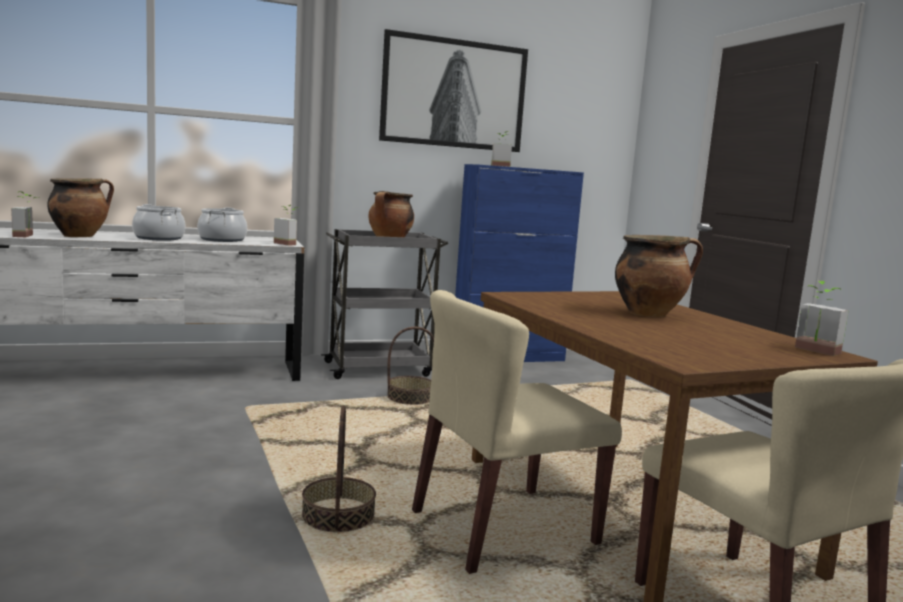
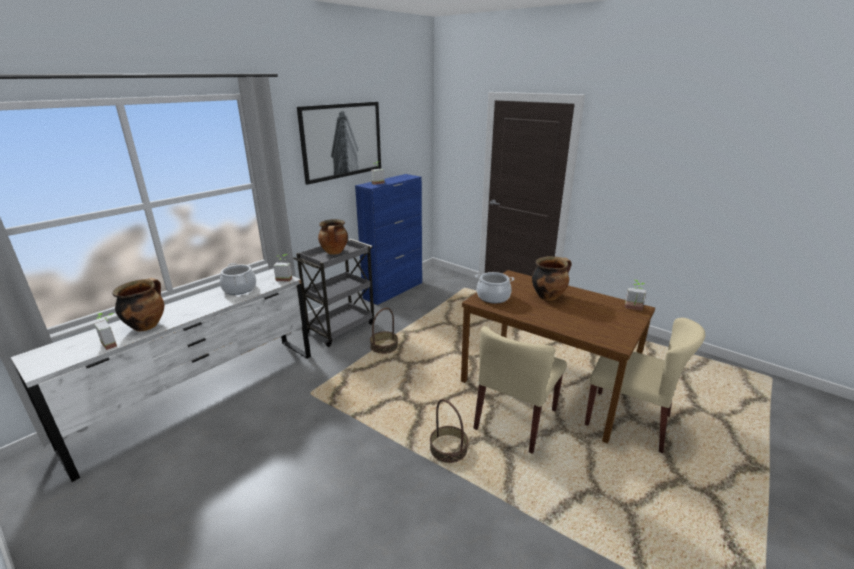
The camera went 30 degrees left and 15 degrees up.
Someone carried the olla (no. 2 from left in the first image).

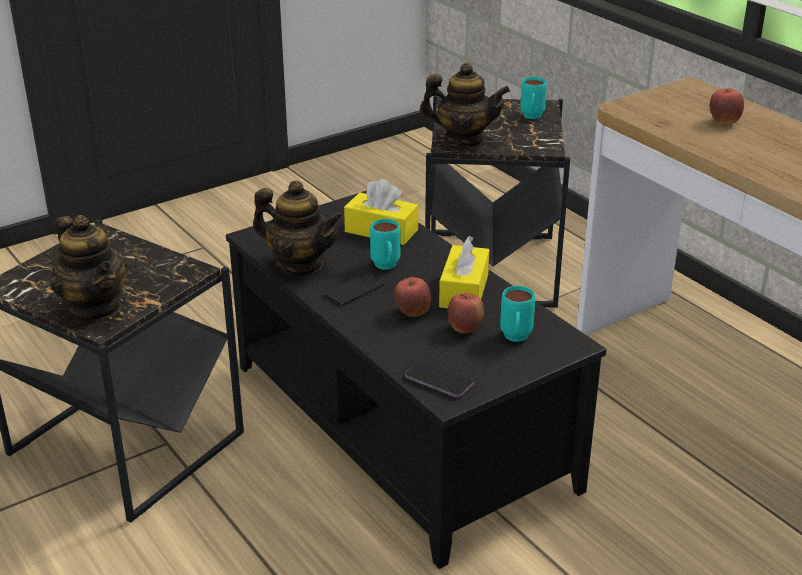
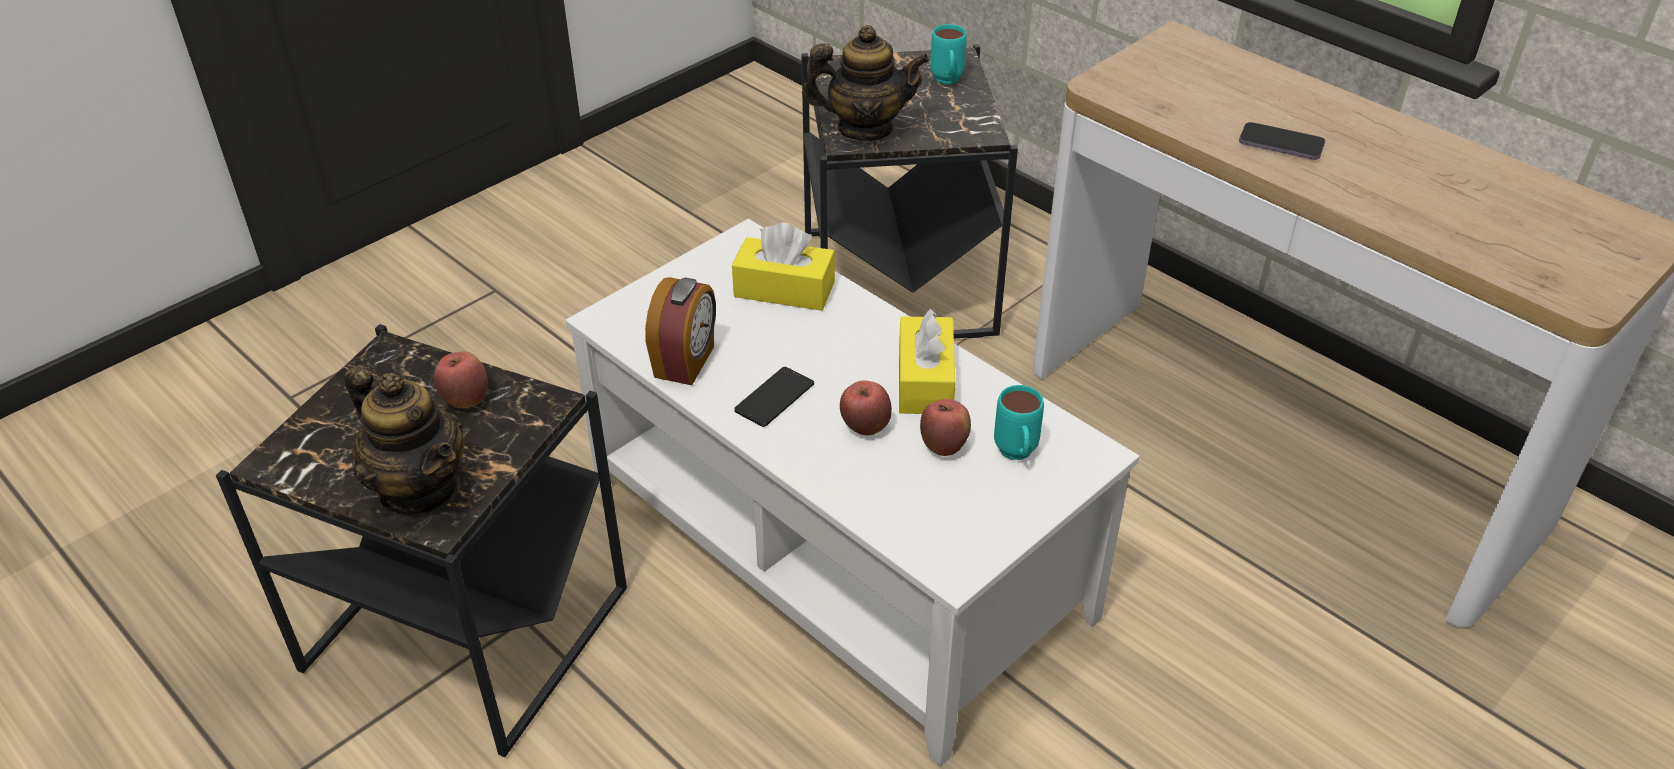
The camera went 10 degrees left and 10 degrees up.
Someone repainted the mesa de centro (negro), which became the mesa de centro (blanco).
Someone swapped the tetera (no. 2 from left) for the despertador.
Someone took away the taza grande (turquesa) (no. 1 from left).
Someone carried the móvil (no. 2 from left).
Someone carried the manzana (no. 3 from left in the first image).

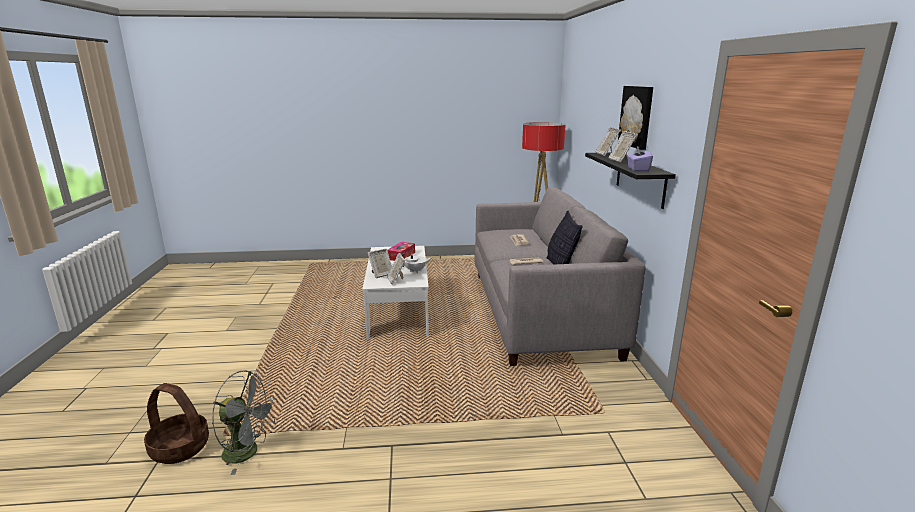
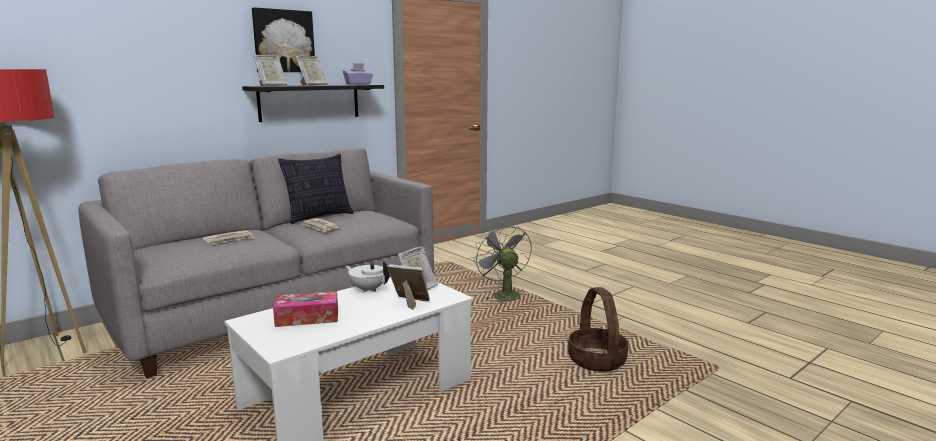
The camera went 125 degrees left and 5 degrees down.
Someone carried the cesta.
Someone carried the ventilador (gris).

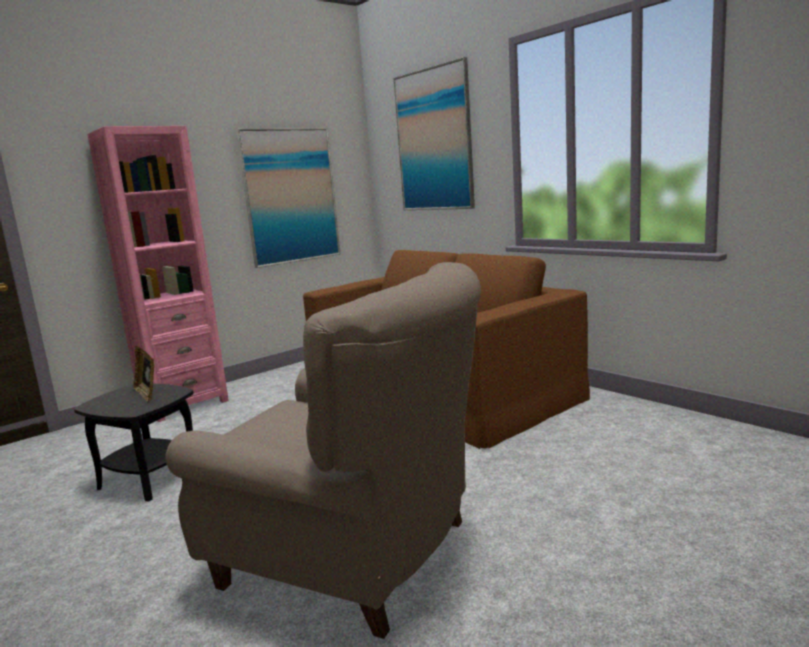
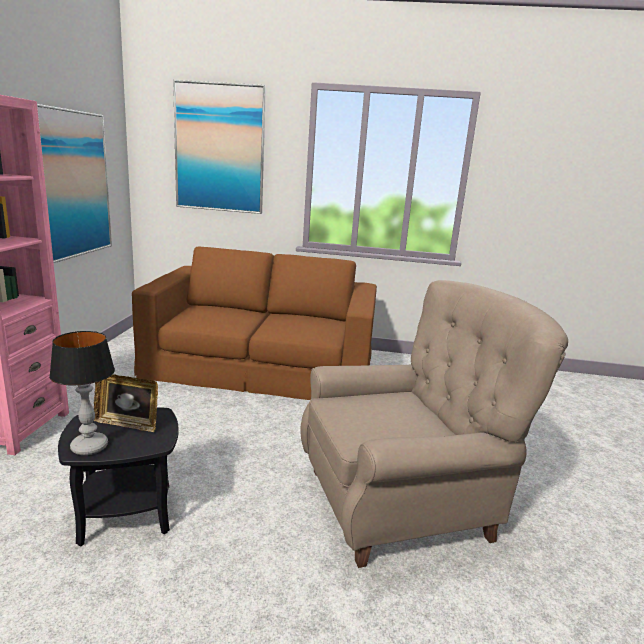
The camera went 45 degrees left and 5 degrees up.
Someone put down the lámpara de mesa.

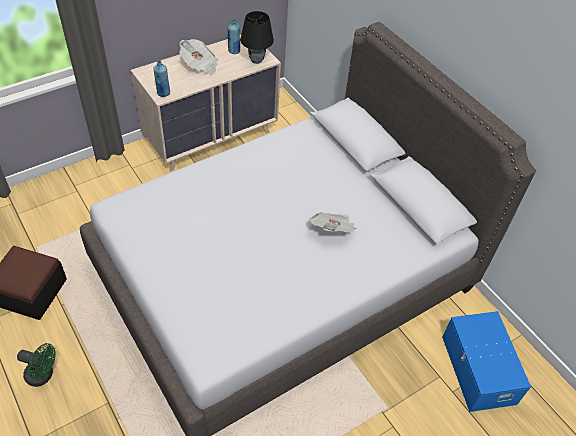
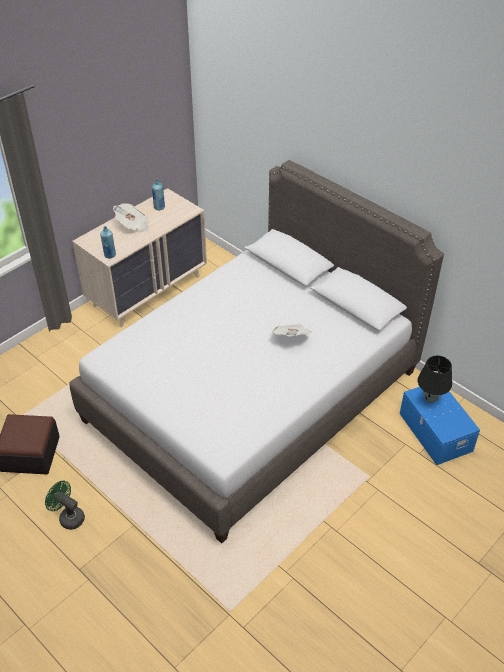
The camera went 10 degrees left and 5 degrees down.
Someone rotated the ventilador (verde) by 150 degrees counterclockwise.
Someone carried the lámpara de mesa (negro).

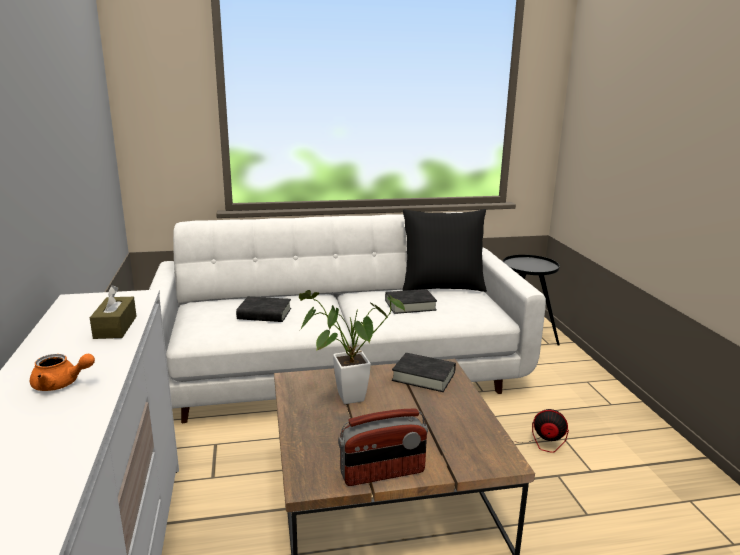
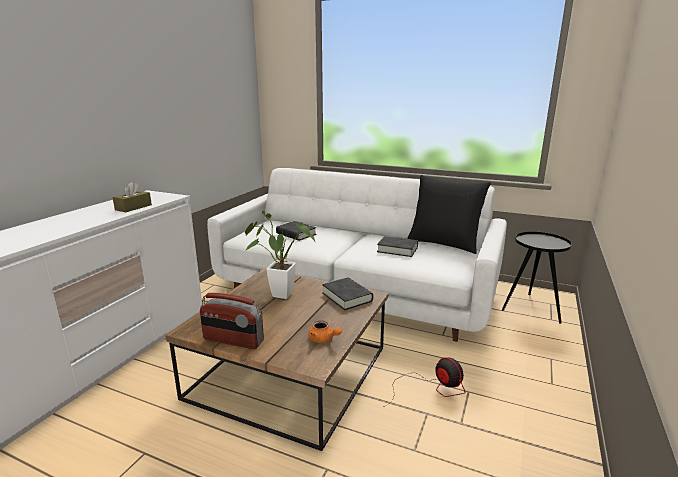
The camera went 35 degrees right and 0 degrees up.
Someone carried the tetera (naranja).

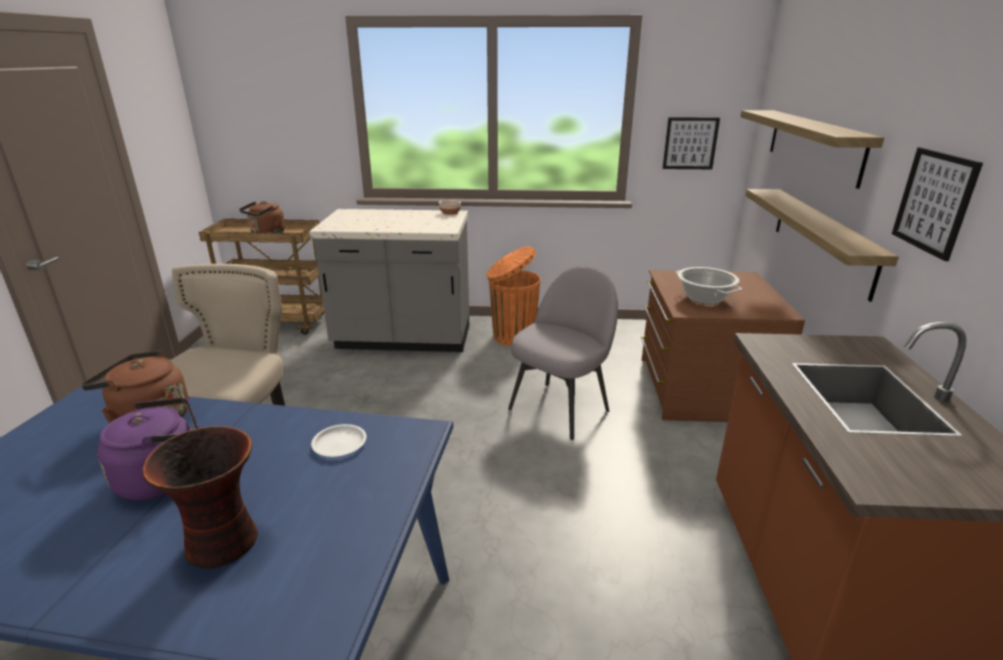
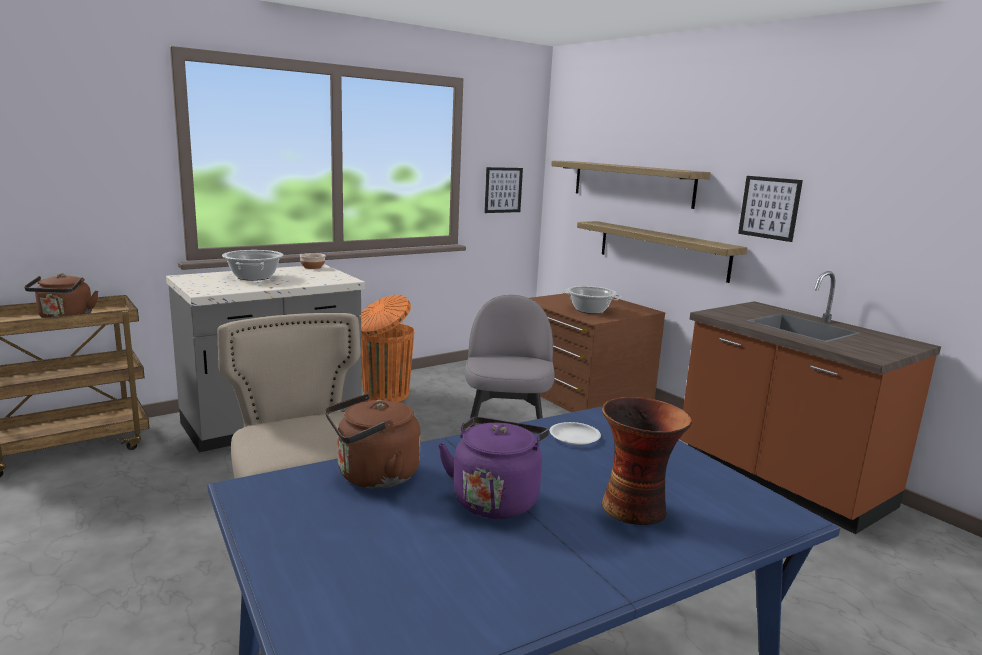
The camera went 40 degrees left and 10 degrees down.
Someone put down the olla (no. 1 from left).

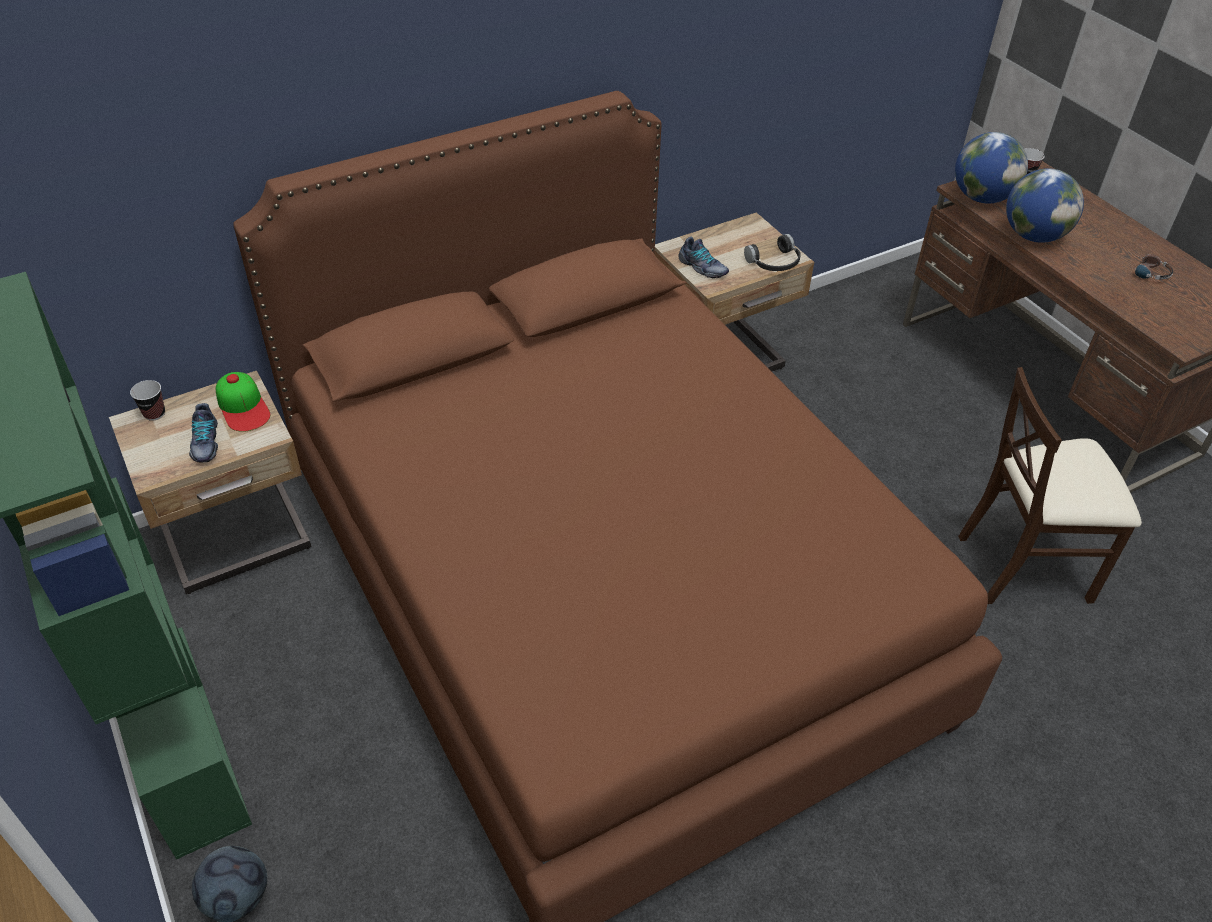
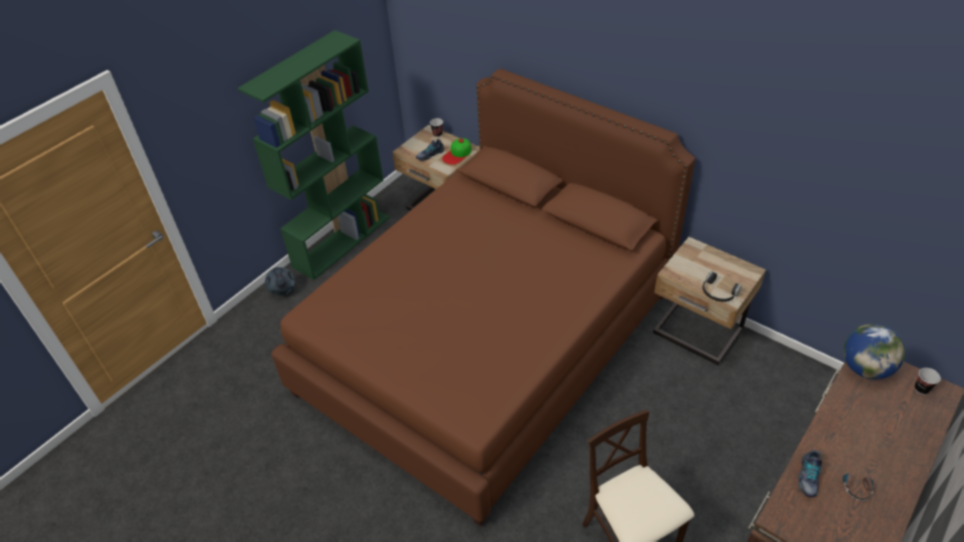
The camera went 70 degrees right and 0 degrees up.
Someone carried the zapato (no. 2 from left).
Someone took away the globo terráqueo (no. 2 from left).

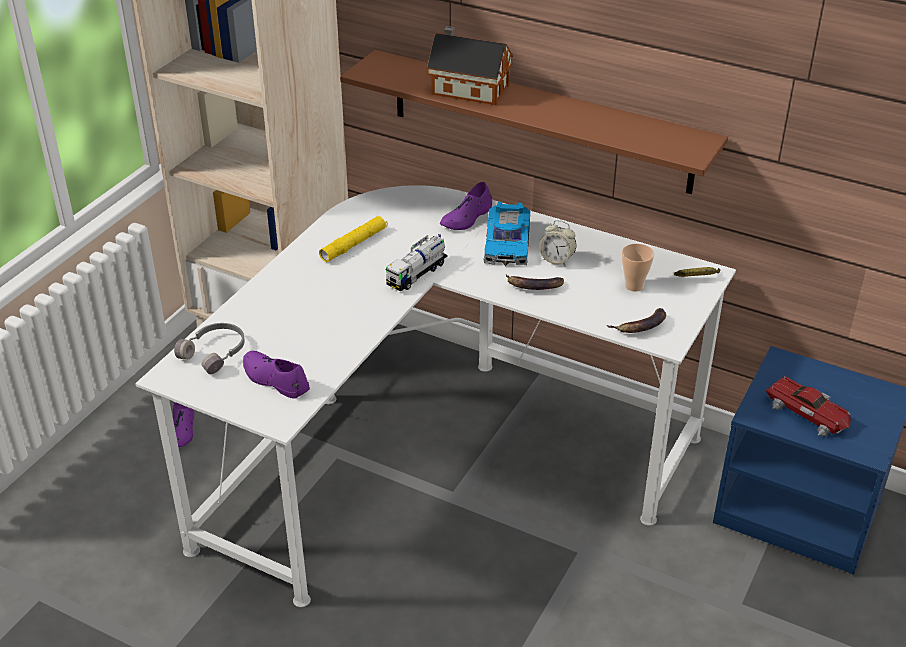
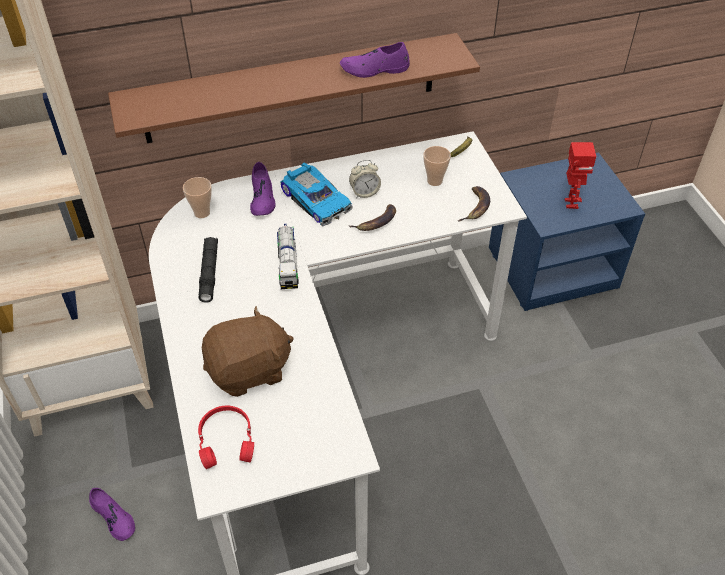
The camera went 45 degrees left and 10 degrees up.
Someone repainted the auriculares (gris), which became the auriculares (rojo).
Someone carried the zapato (morado) (no. 2 from left in the first image).
Someone repainted the linterna (amarillo), which became the linterna (negro).
Someone took away the casita.
Someone swapped the coche de juguete (no. 2 from left) for the robot de juguete.
Someone put down the taza (no. 1 from left).
Someone put down the peluche (marrón).

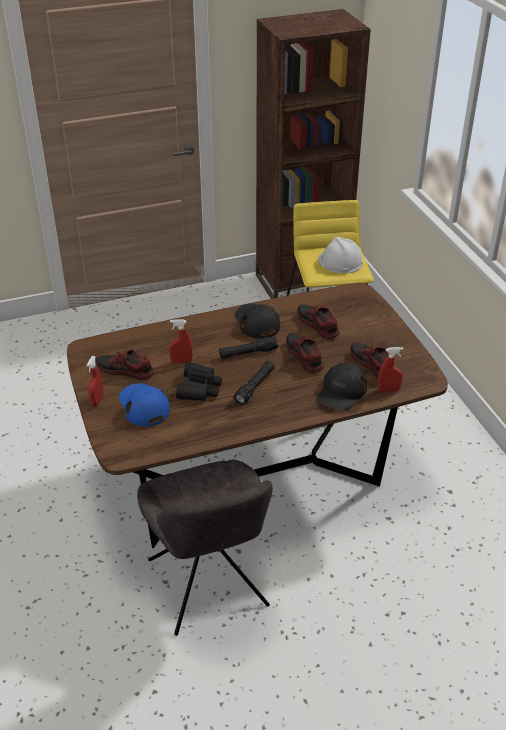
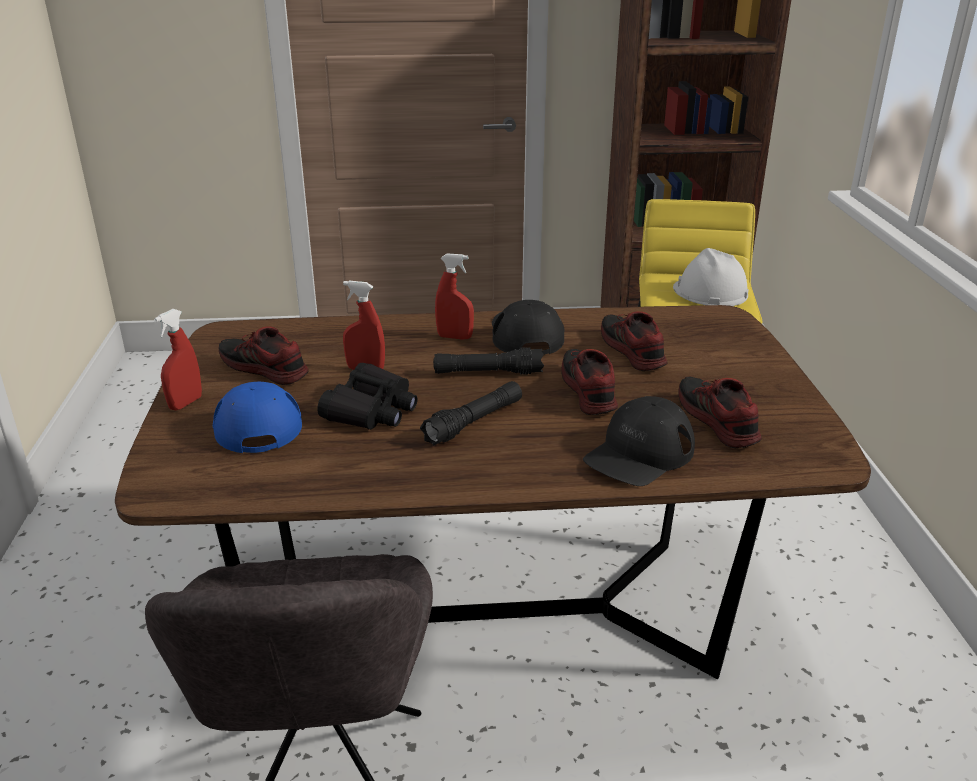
The camera went 15 degrees right and 10 degrees down.
Someone carried the pulverizador (rojo) (no. 3 from left).

